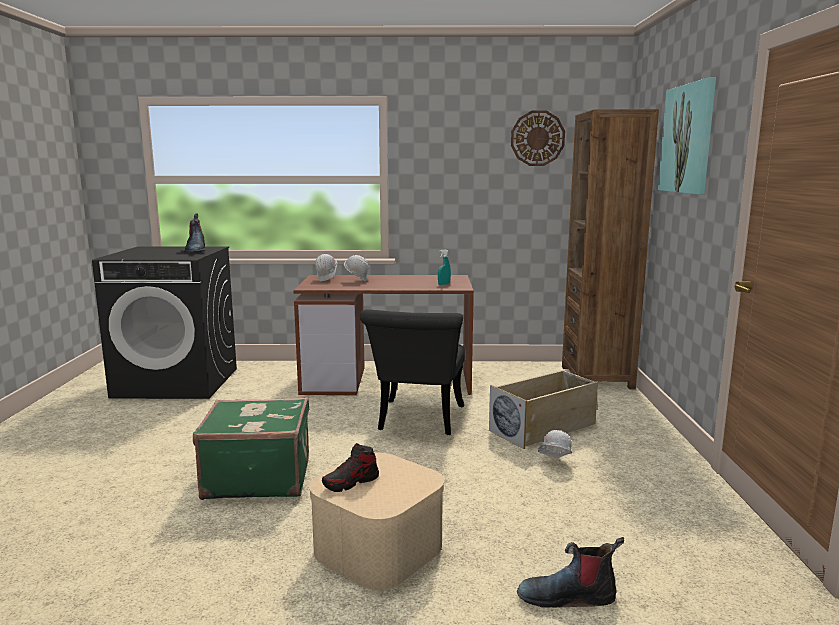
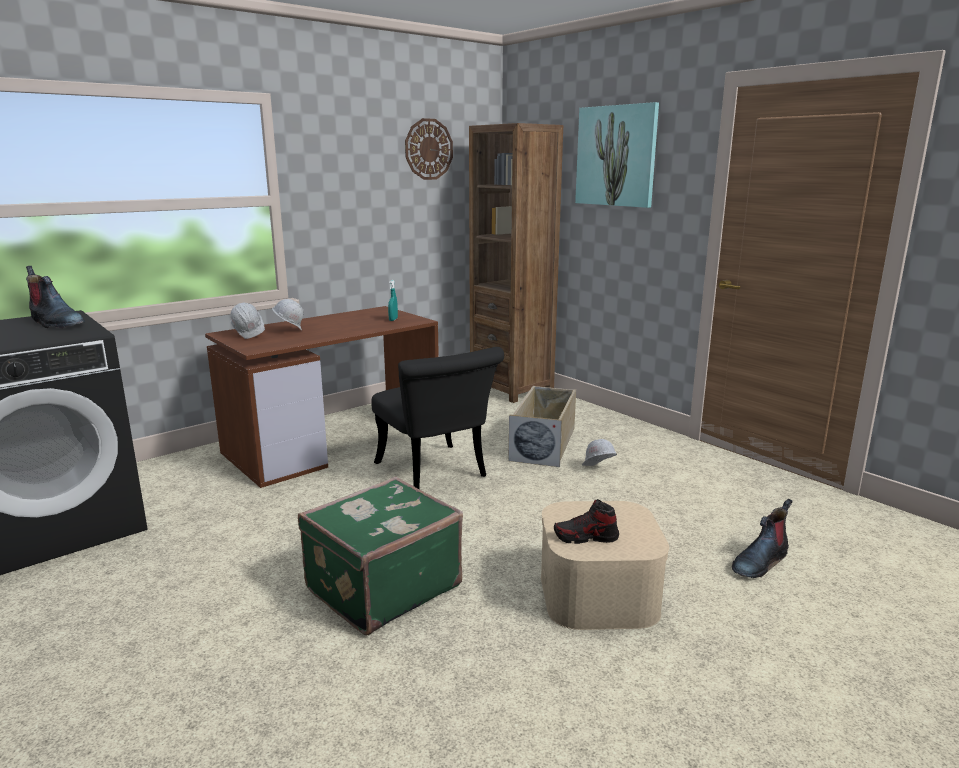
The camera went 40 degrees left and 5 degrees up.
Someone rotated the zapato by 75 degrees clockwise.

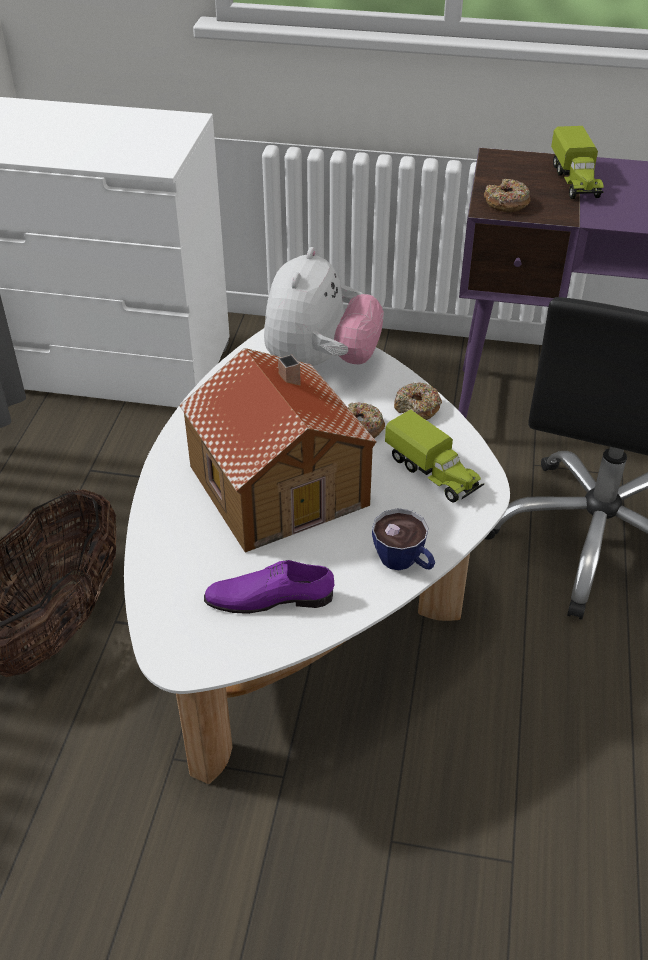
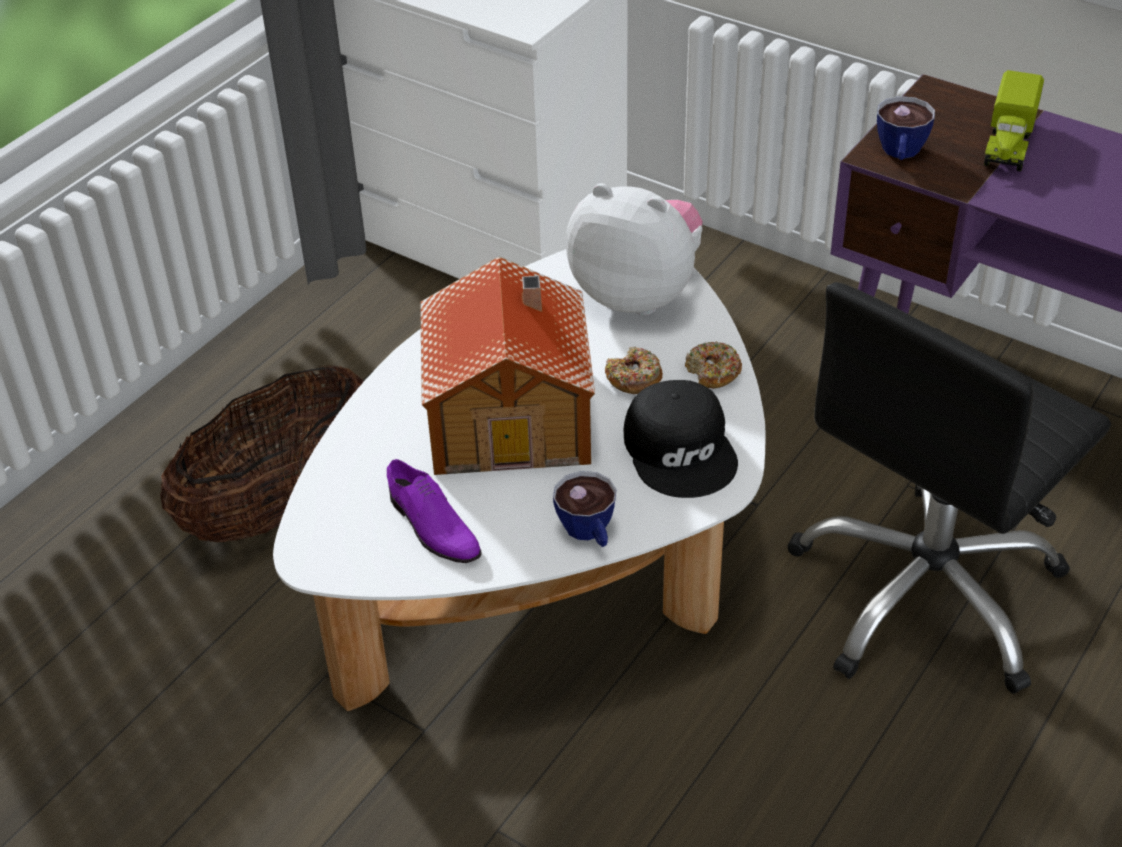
The camera went 25 degrees right and 0 degrees up.
Someone rotated the zapato (morado) by 150 degrees counterclockwise.
Someone rotated the peluche by 105 degrees counterclockwise.
Someone swapped the camión de juguete (no. 1 from left) for the gorra (negro).
Someone swapped the rosquilla (no. 3 from left) for the taza (no. 2 from left).

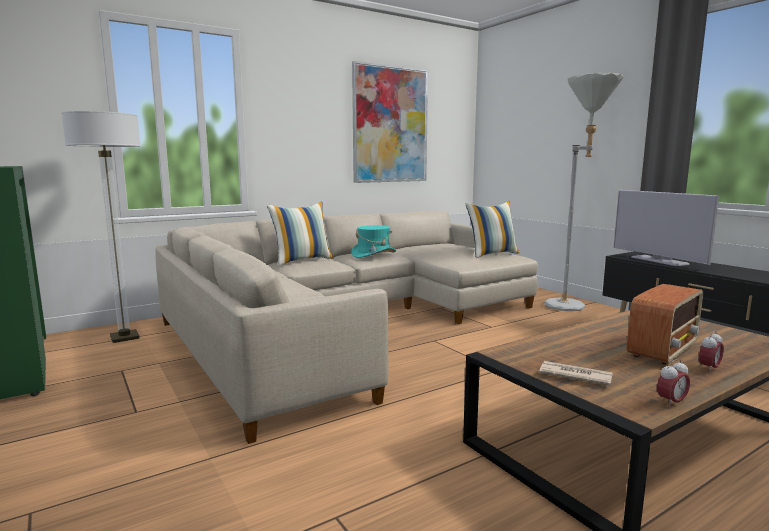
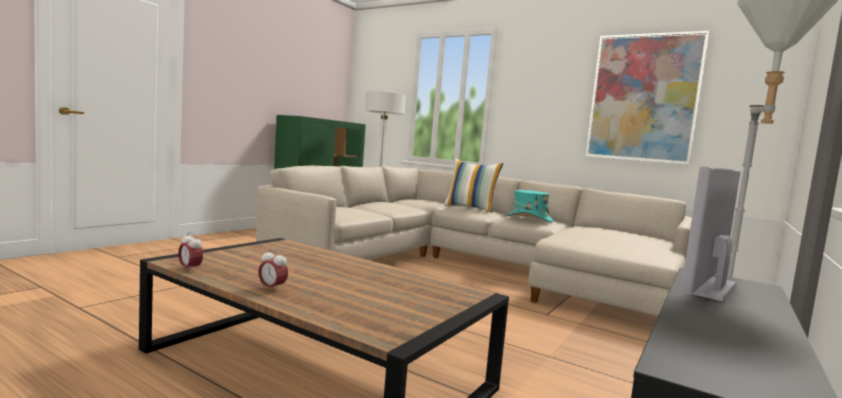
The camera went 65 degrees right and 5 degrees down.
Someone took away the cojín (no. 2 from left).
Someone took away the periódico.
Someone took away the radio.

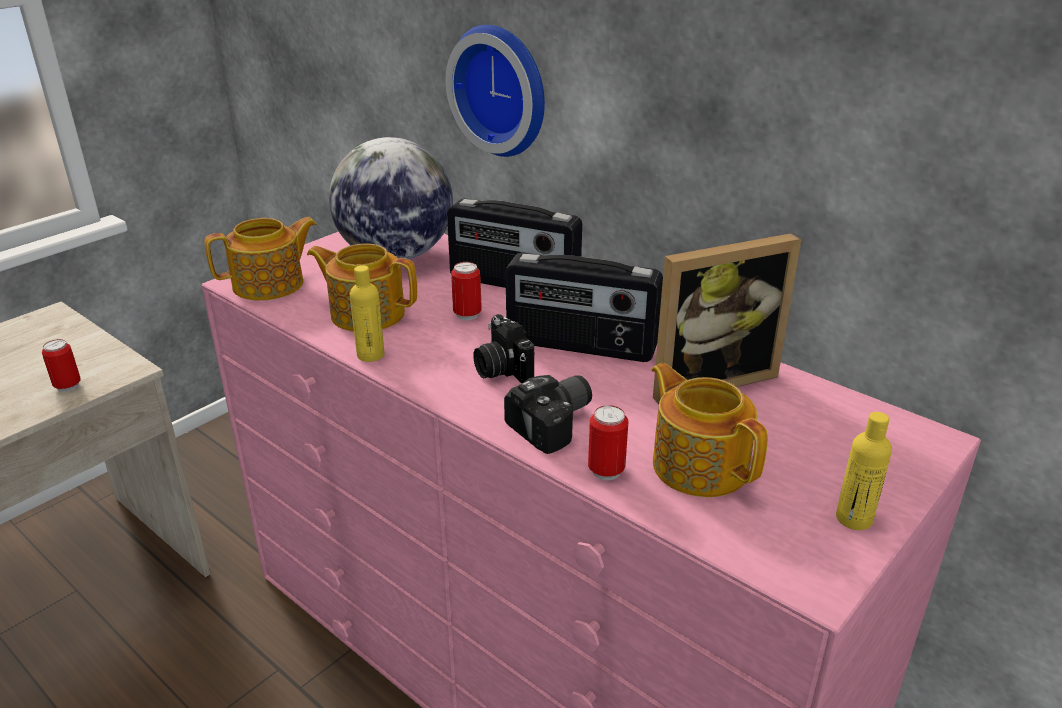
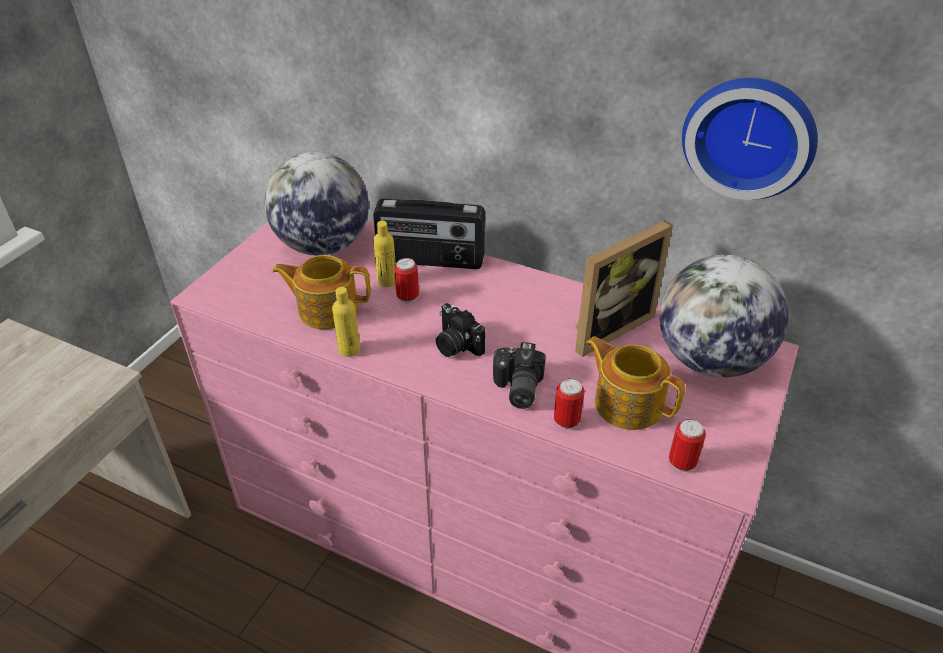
The camera went 15 degrees left and 10 degrees up.
Someone carried the lata (no. 1 from left in the first image).
Someone took away the tetera (no. 1 from left).
Someone carried the reloj de pared.
Someone rotated the cámara (no. 2 from left) by 150 degrees clockwise.
Someone took away the radio (no. 2 from left).
Someone carried the botella (amarillo) (no. 2 from left).
Someone put down the globo terráqueo (no. 2 from left).

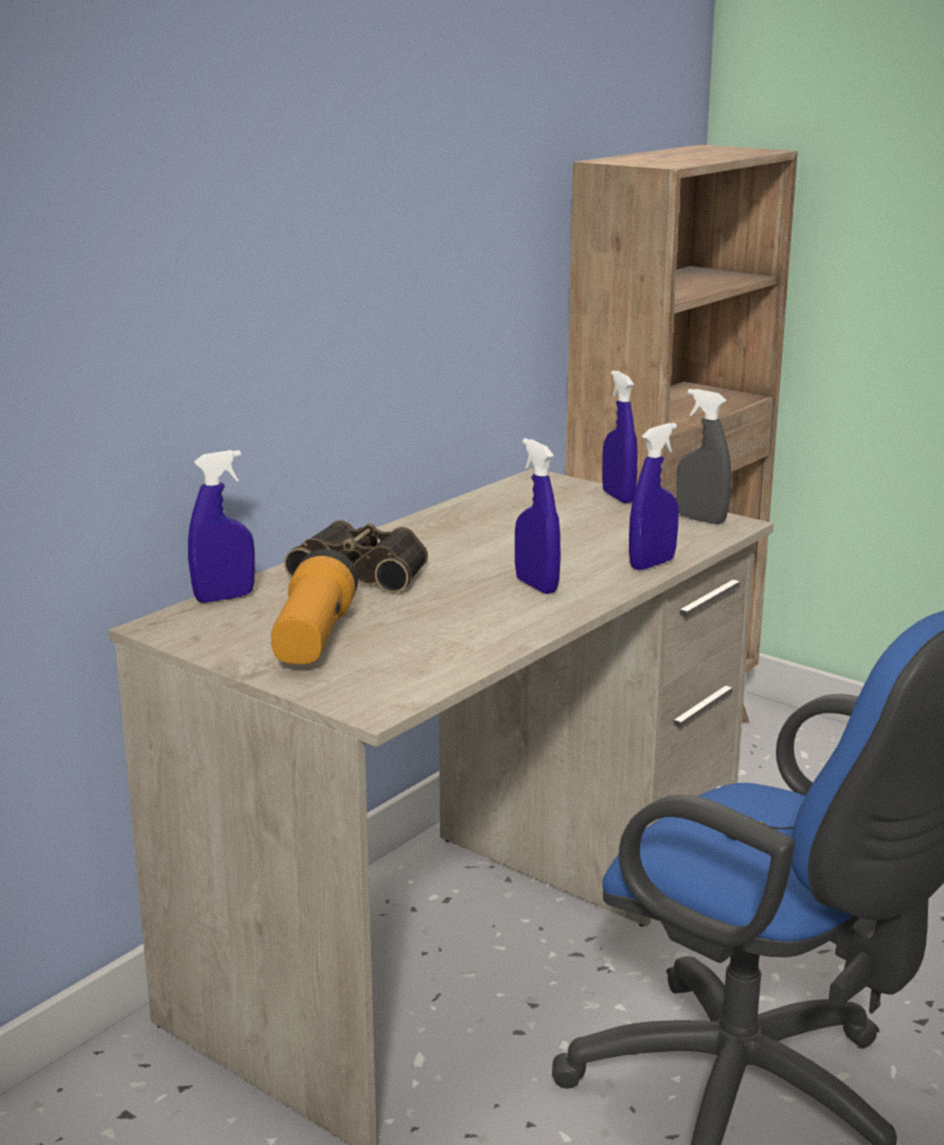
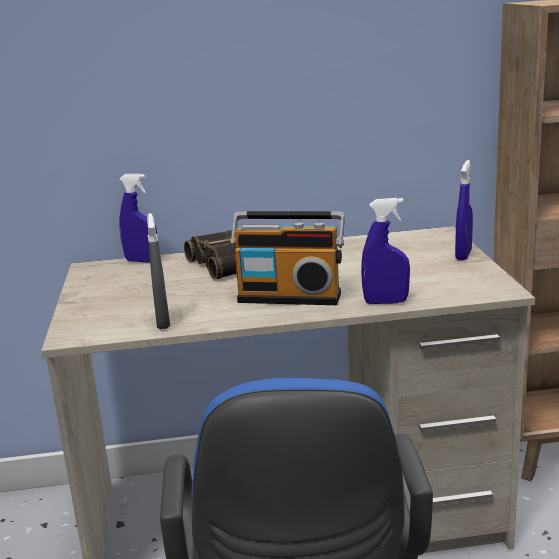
The camera went 45 degrees right and 0 degrees up.
Someone took away the linterna.
Someone swapped the pulverizador (azul) (no. 2 from left) for the radio.
Someone carried the pulverizador (gris).

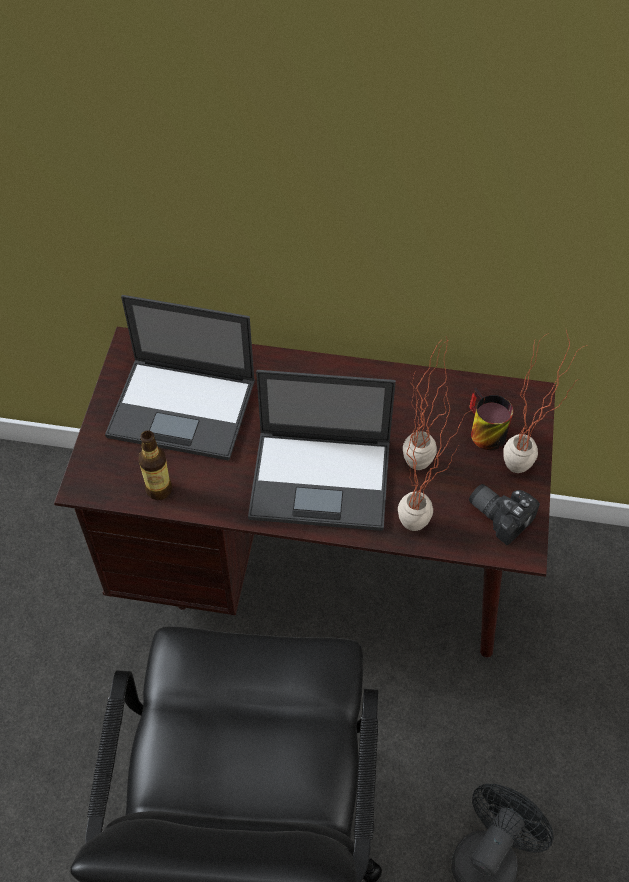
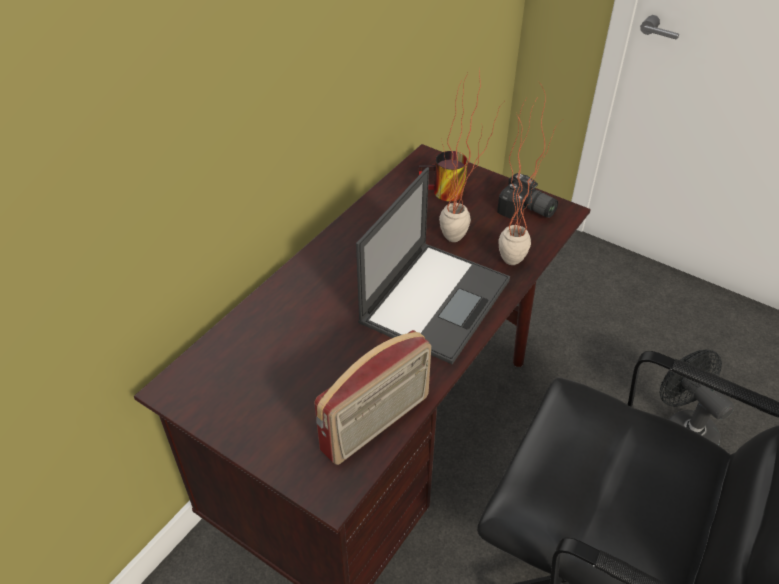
The camera went 65 degrees left and 10 degrees down.
Someone took away the portátil (no. 1 from left).
Someone swapped the botella for the radio.
Someone rotated the cámara by 120 degrees counterclockwise.
Someone took away the planta en maceta (no. 3 from left).

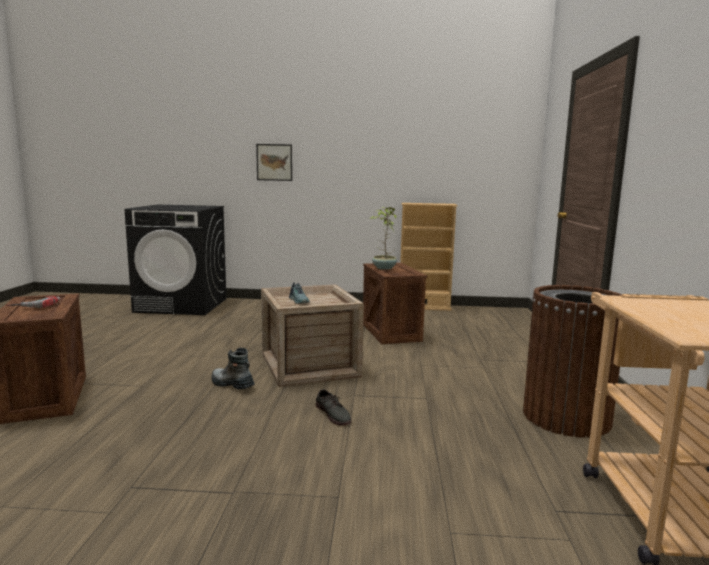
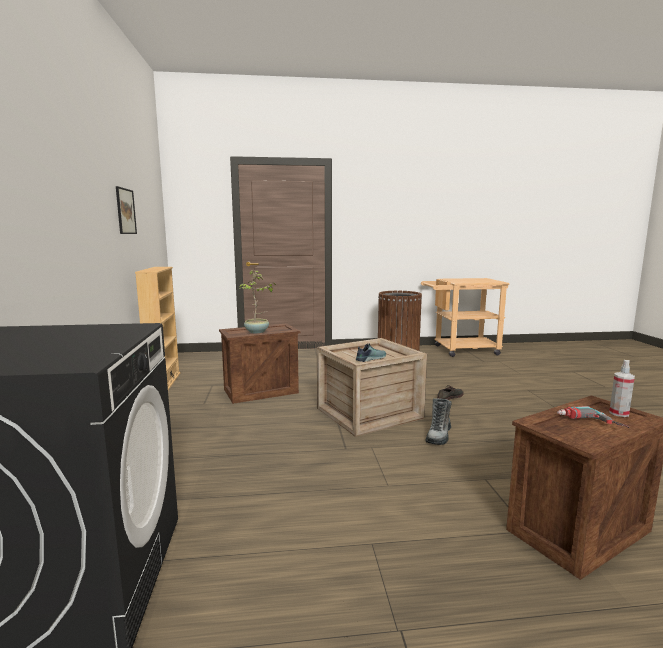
The camera went 100 degrees left and 0 degrees up.
Someone carried the cuadro.
Someone put down the pulverizador.

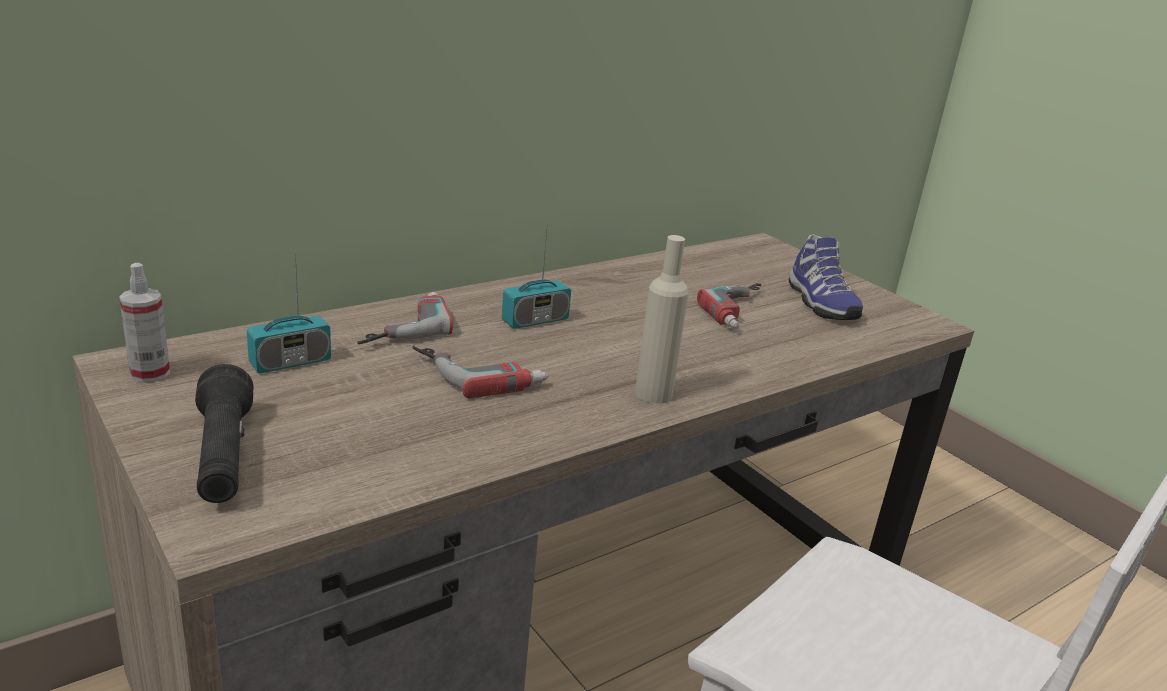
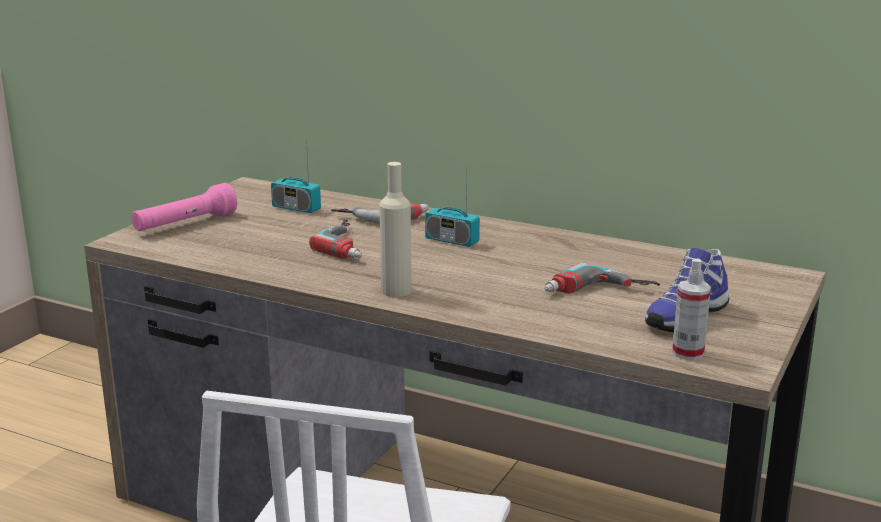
The camera went 65 degrees right and 5 degrees down.
Someone carried the pulverizador.
Someone repainted the linterna (negro), which became the linterna (rosa).

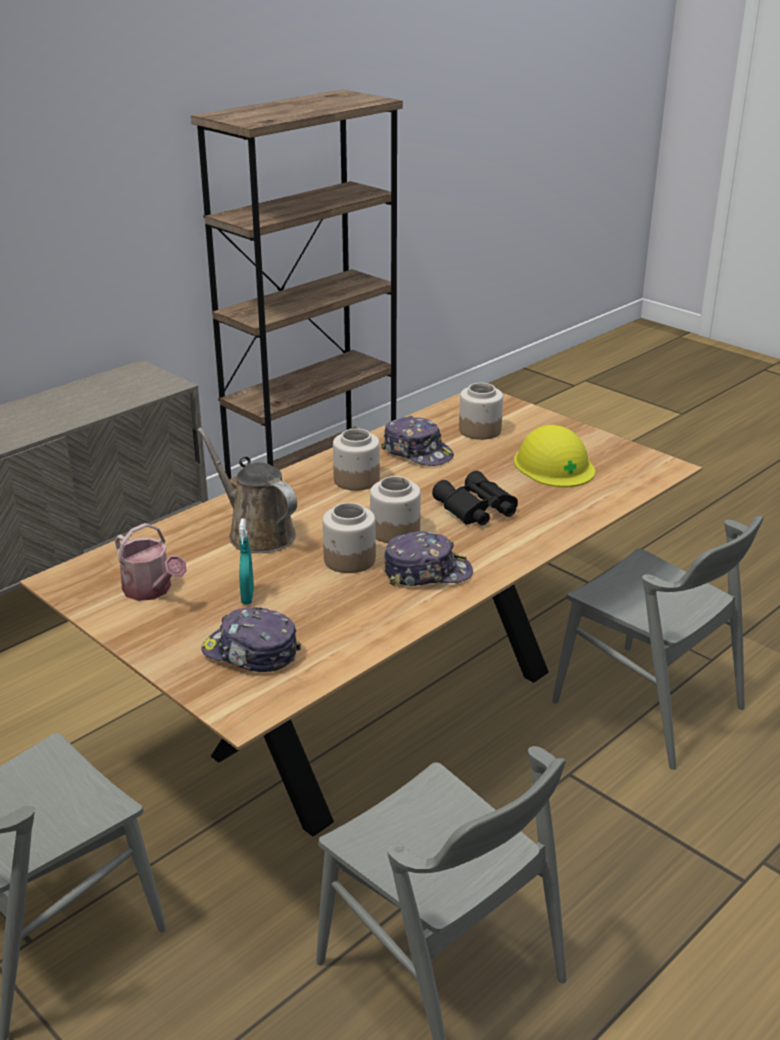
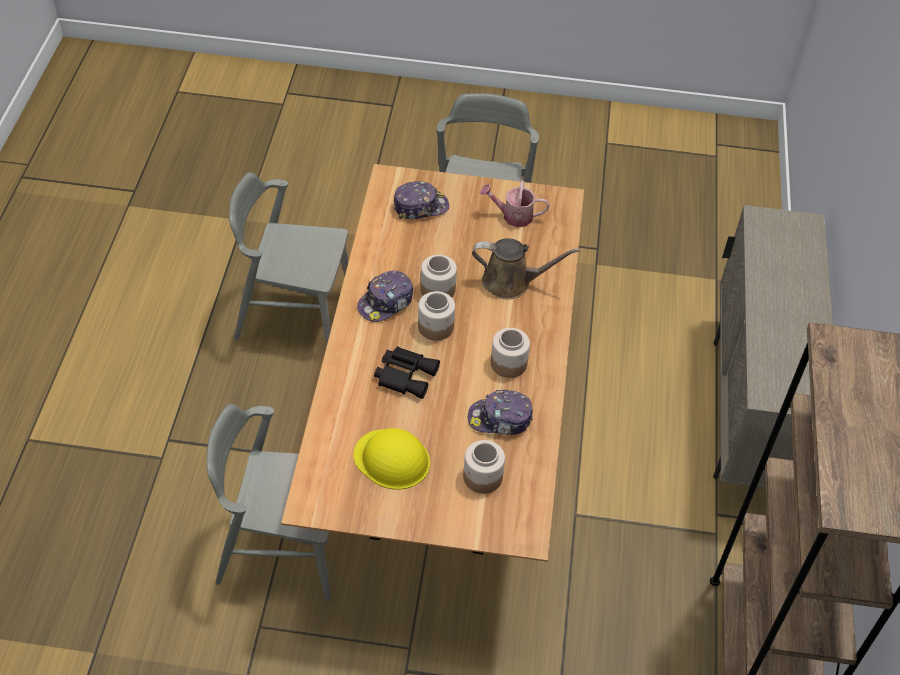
The camera went 140 degrees right and 20 degrees up.
Someone took away the pulverizador (turquesa).

